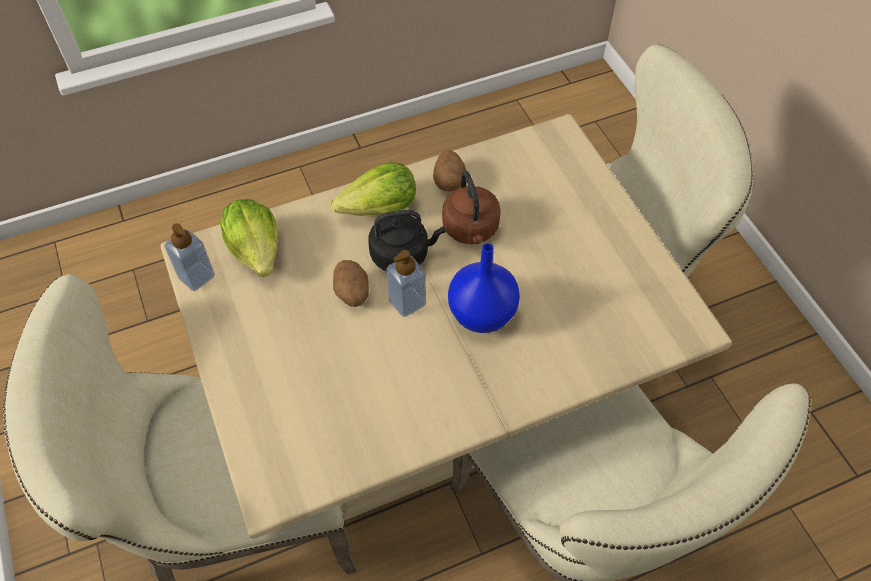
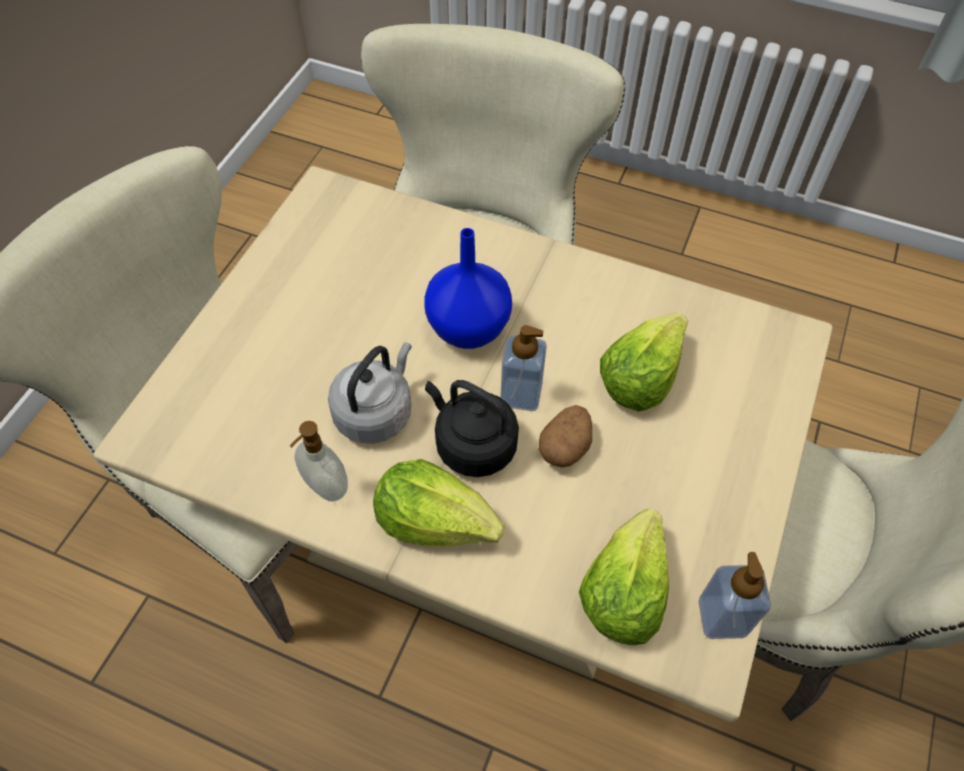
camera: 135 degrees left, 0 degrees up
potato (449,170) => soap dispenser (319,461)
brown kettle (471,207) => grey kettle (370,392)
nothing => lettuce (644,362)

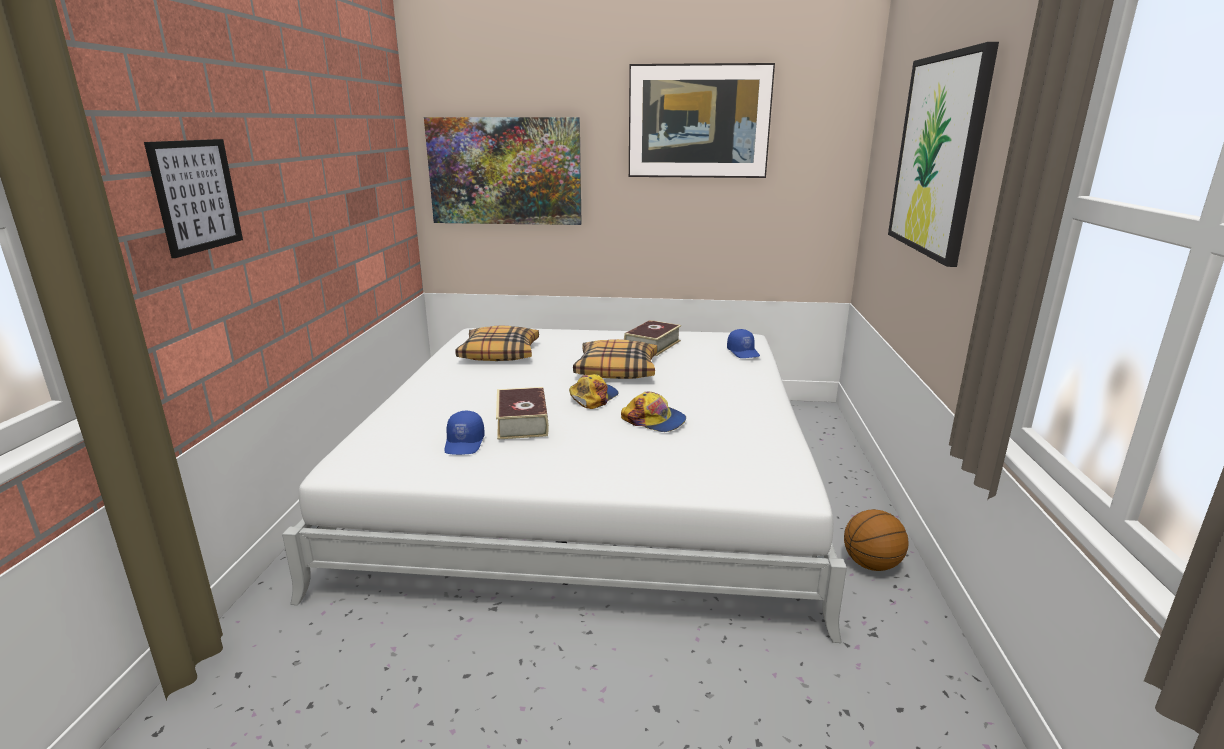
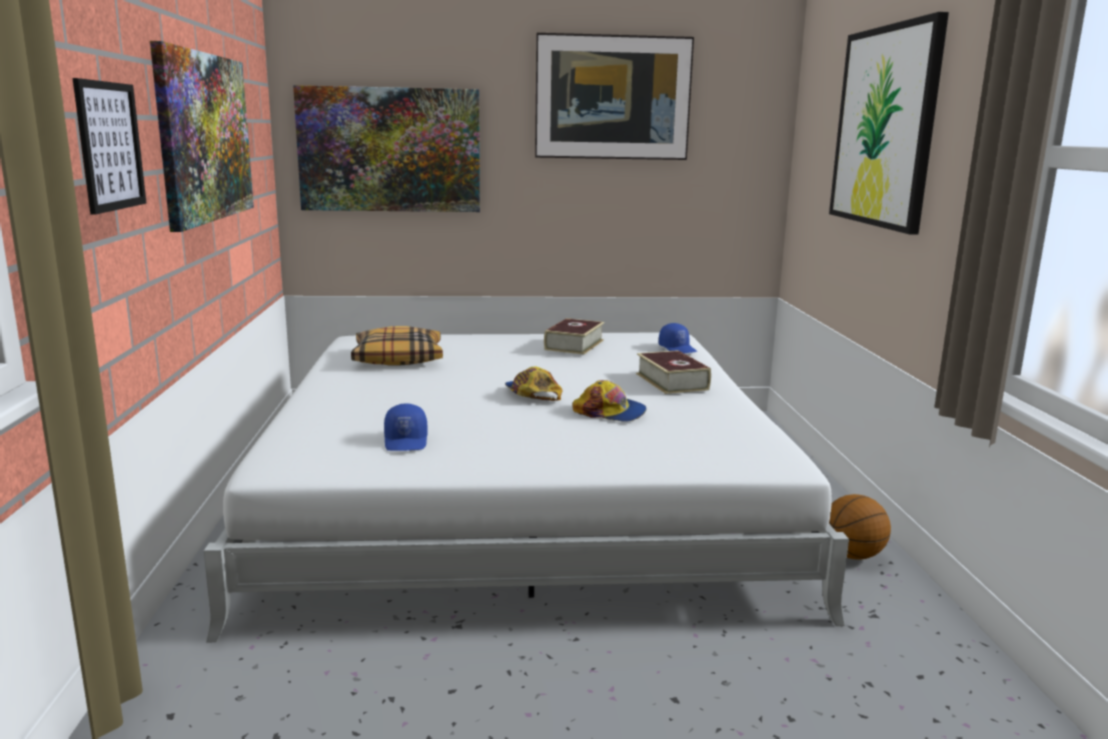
camera: 10 degrees left, 5 degrees down
nothing => picture (202,136)
cap (594,391) => cap (533,383), 45 degrees counterclockwise
book (522,413) => book (673,372), move
pillow (615,359) => nothing

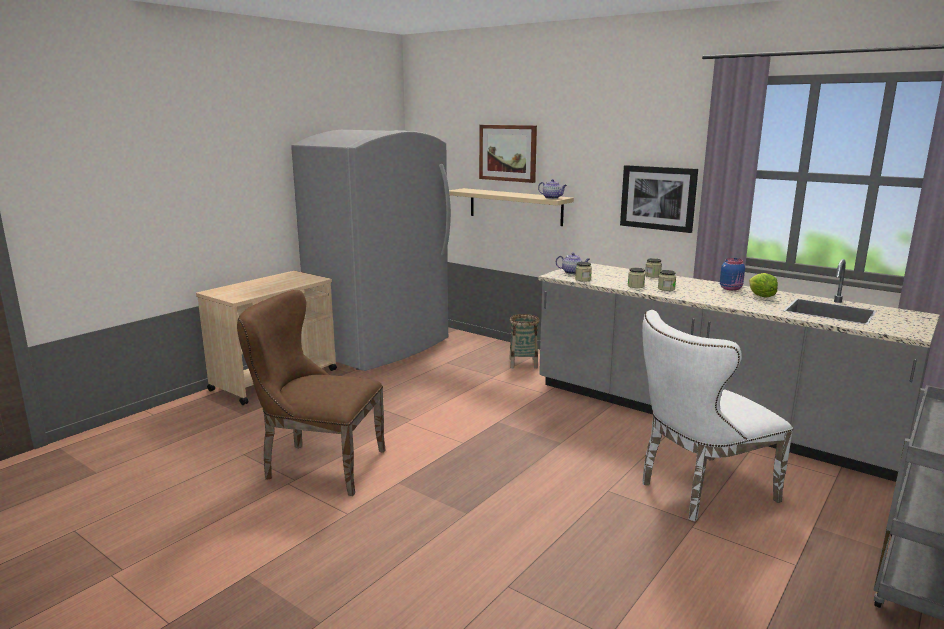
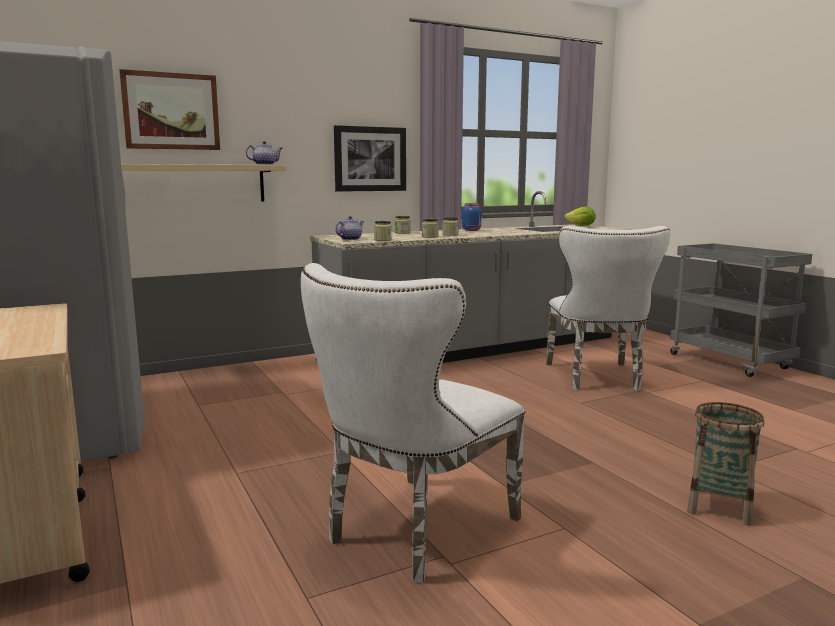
camera: 65 degrees left, 5 degrees down
brown chair (311,393) => white chair (413,423)
lettuce (763,285) => lettuce (580,216), move
basket (524,341) => basket (726,464), move

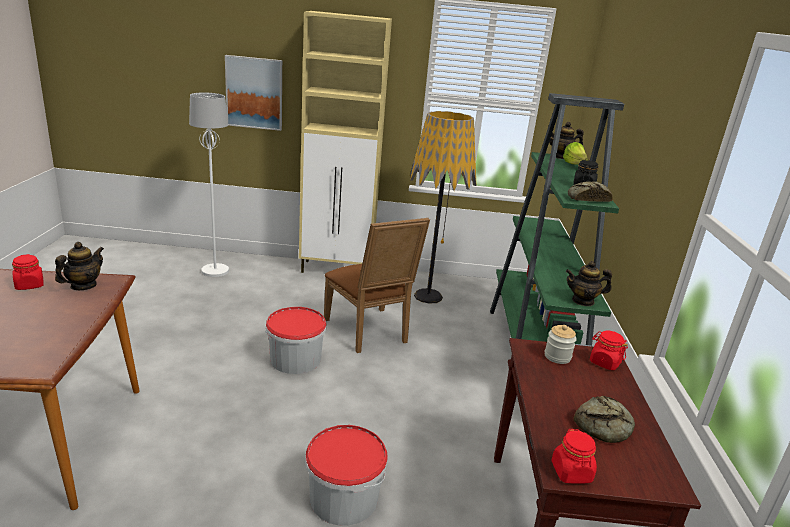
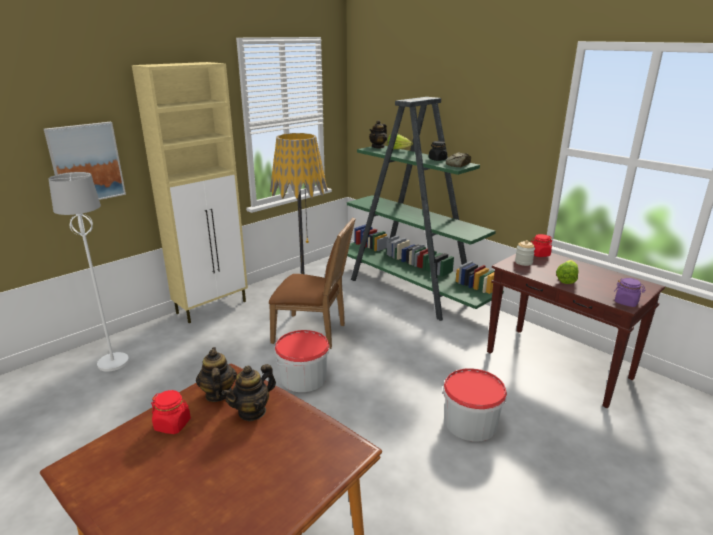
camera: 45 degrees left, 0 degrees up
teapot (589,283) => teapot (249,392), move
nothing => lettuce (567,272)
red jar (574,456) => purple jar (629,292)
bread (604,419) => nothing

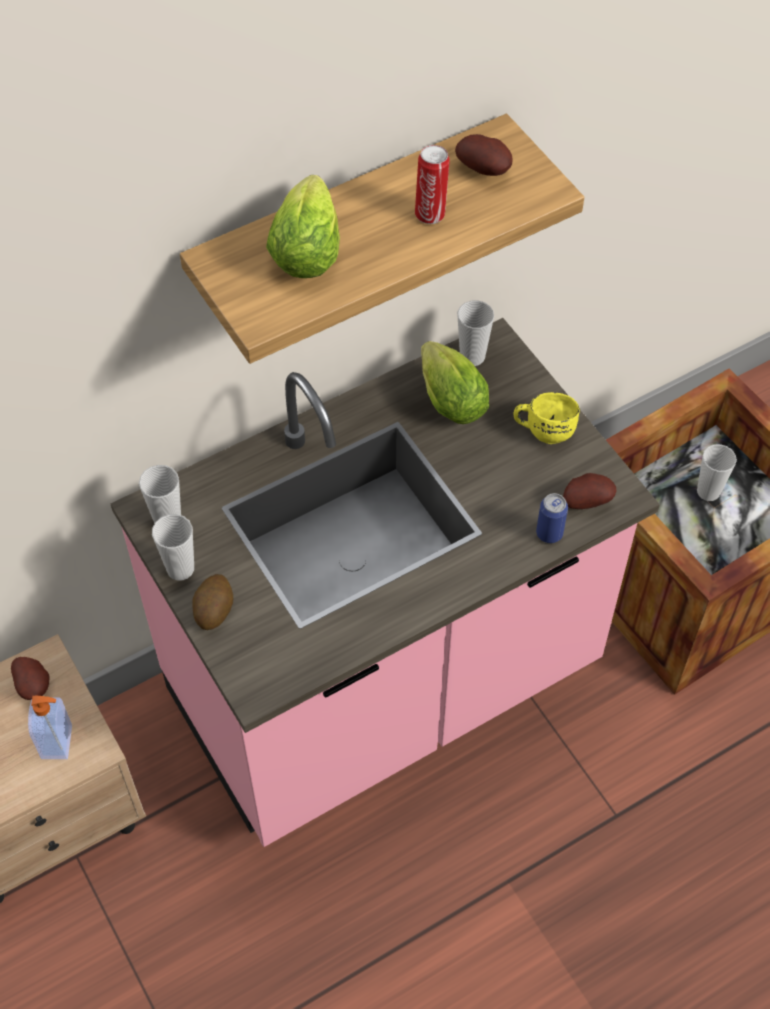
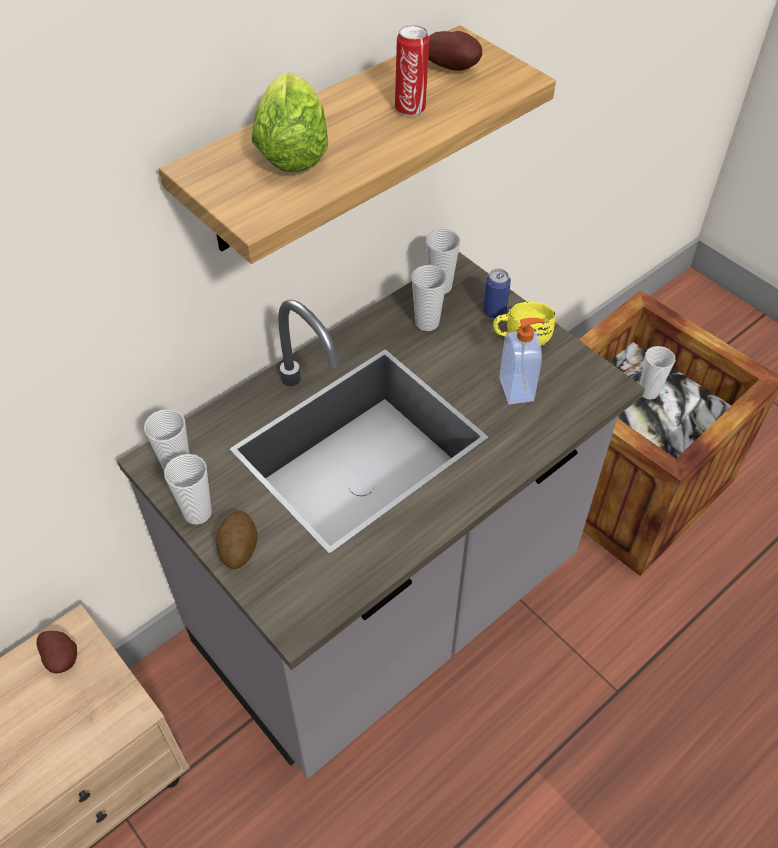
camera: 10 degrees left, 5 degrees down
pink counter (385,582) => grey counter (381,515)
lettuce (455,382) => cup (429,298)
can (552,518) => can (497,294), move
soap dispenser (50,727) => soap dispenser (522,361), move
potato (589,491) => nothing

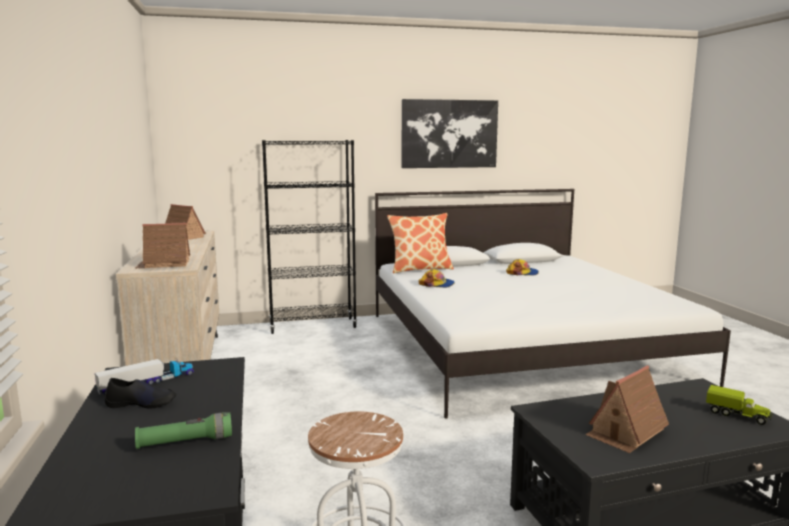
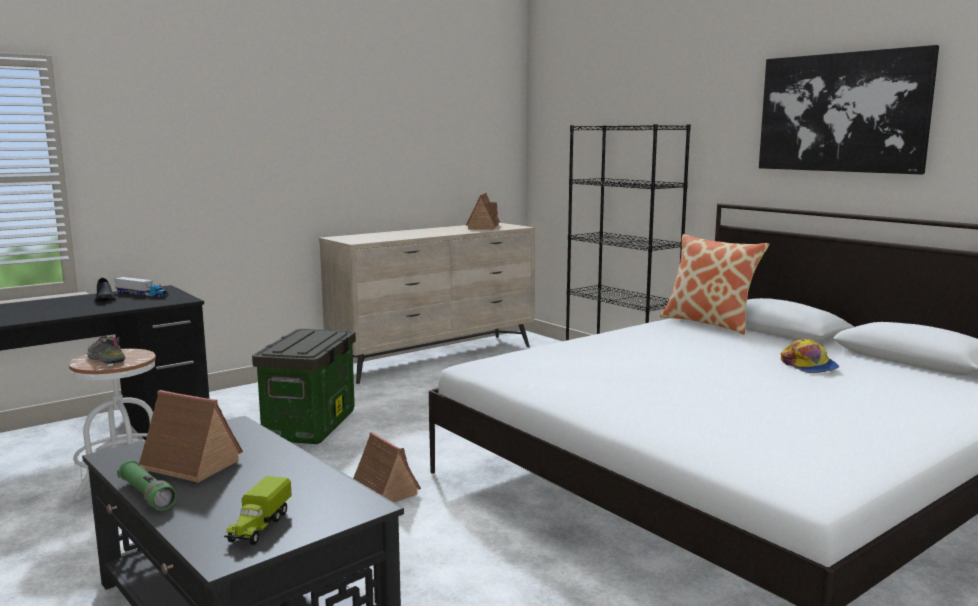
camera: 65 degrees right, 0 degrees up
nothing => shoe (106,350)
green flashlight (183,430) => green flashlight (147,485), move
nothing => storage box (304,386)
toy house (163,246) => toy house (387,467), move
cap (437,278) => nothing

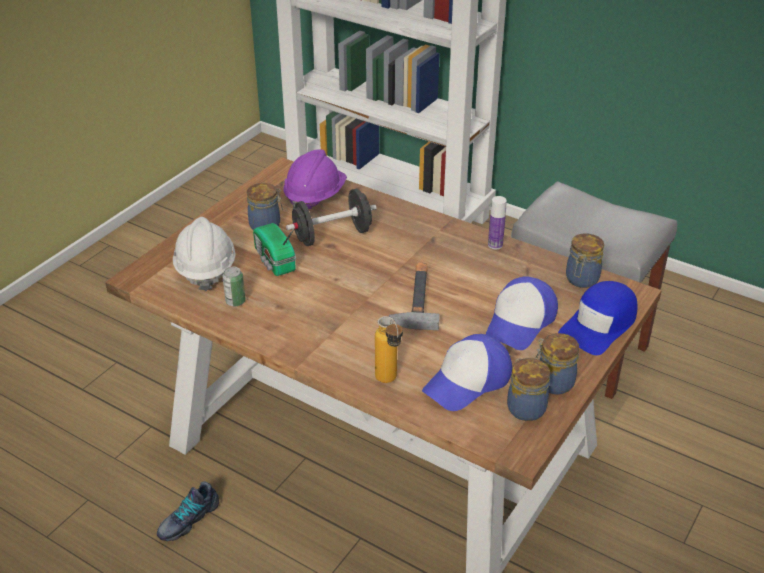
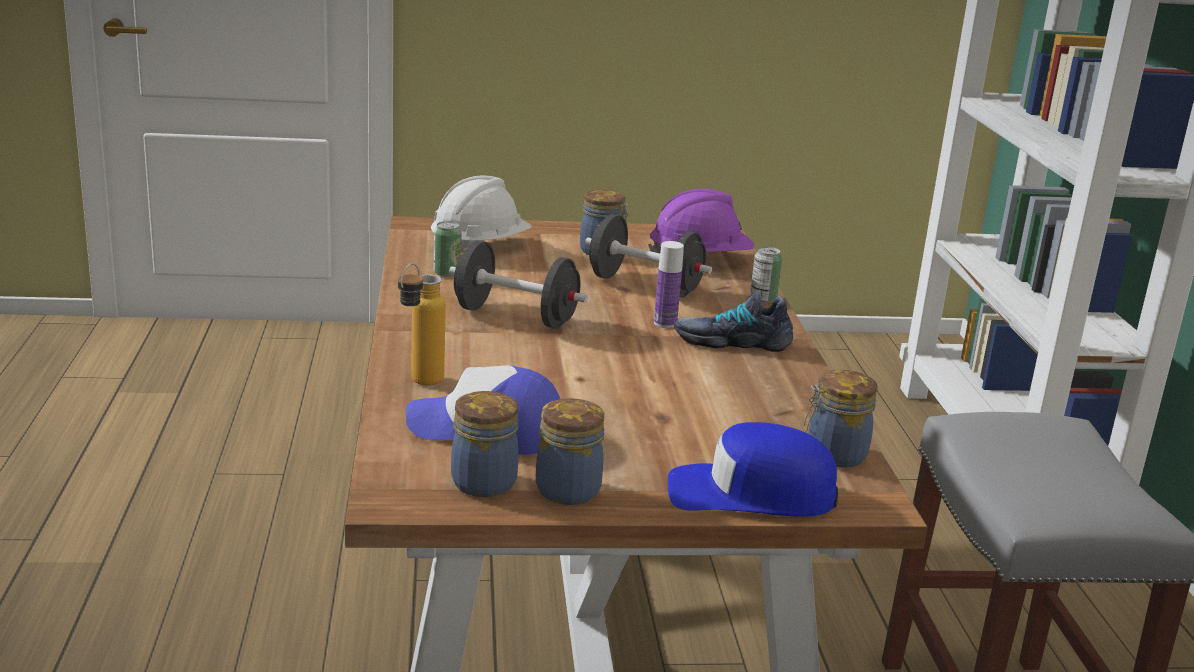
camera: 50 degrees right, 15 degrees down
nothing => black dumbbell (518,285)
bottle (497,223) => bottle (669,284), move
shoe (188,511) => shoe (733,321), move
nothing => can (766,275)
radio (274,249) => nothing
hammer (414,296) => nothing
cap (522,313) => nothing

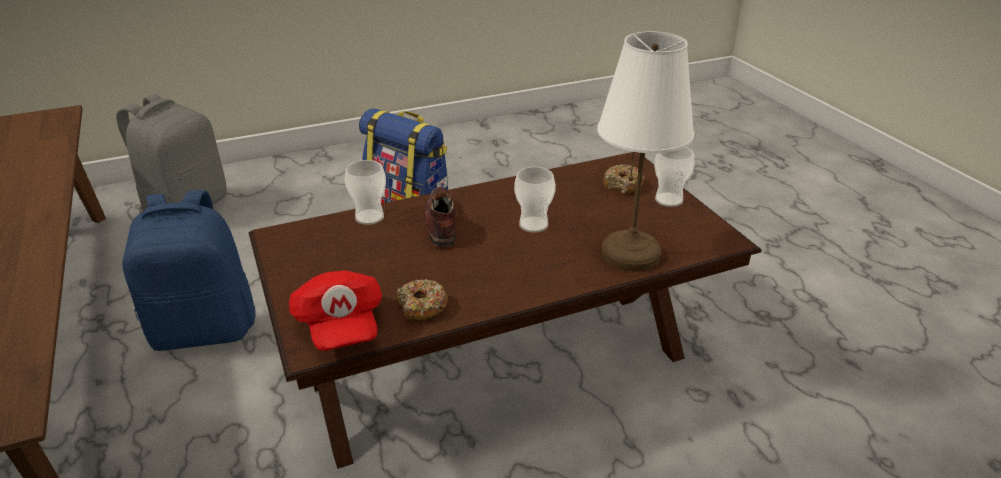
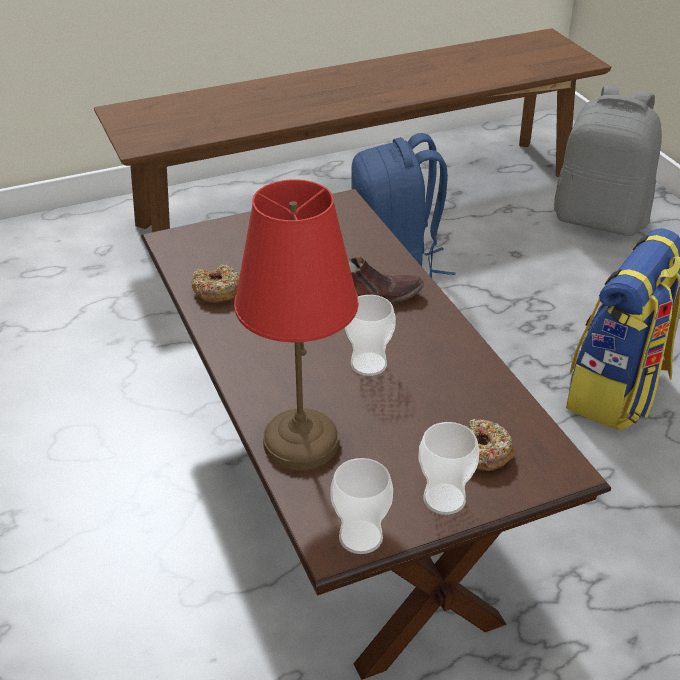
camera: 90 degrees right, 5 degrees up
white table lamp (646,151) => red table lamp (296,324)
cup (365,192) => cup (361,506), move
red cap (335,310) => nothing

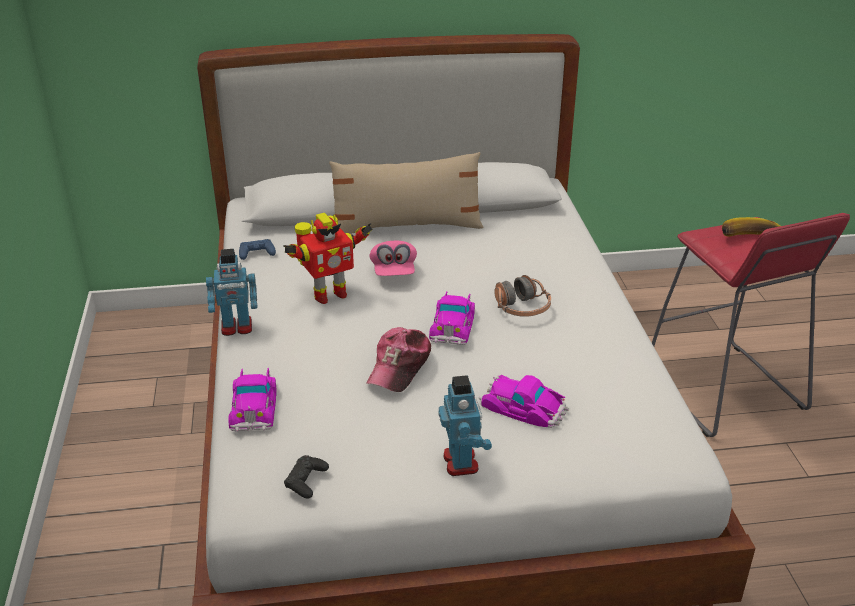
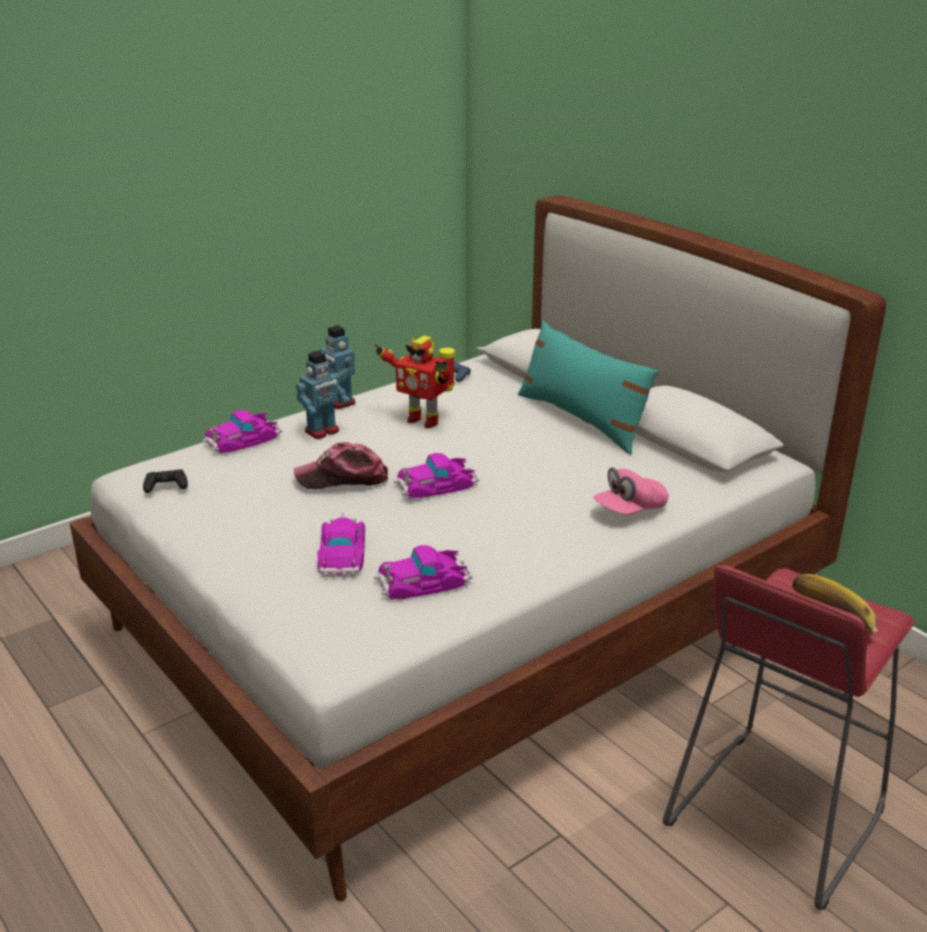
camera: 60 degrees right, 5 degrees down
toy robot (465,425) => toy robot (323,394), move
nothing => toy car (423,572)
beige pillow (406,193) => turquoise pillow (588,387)
pink cap (393,258) => pink cap (631,491), move
headphones (522,296) => nothing

